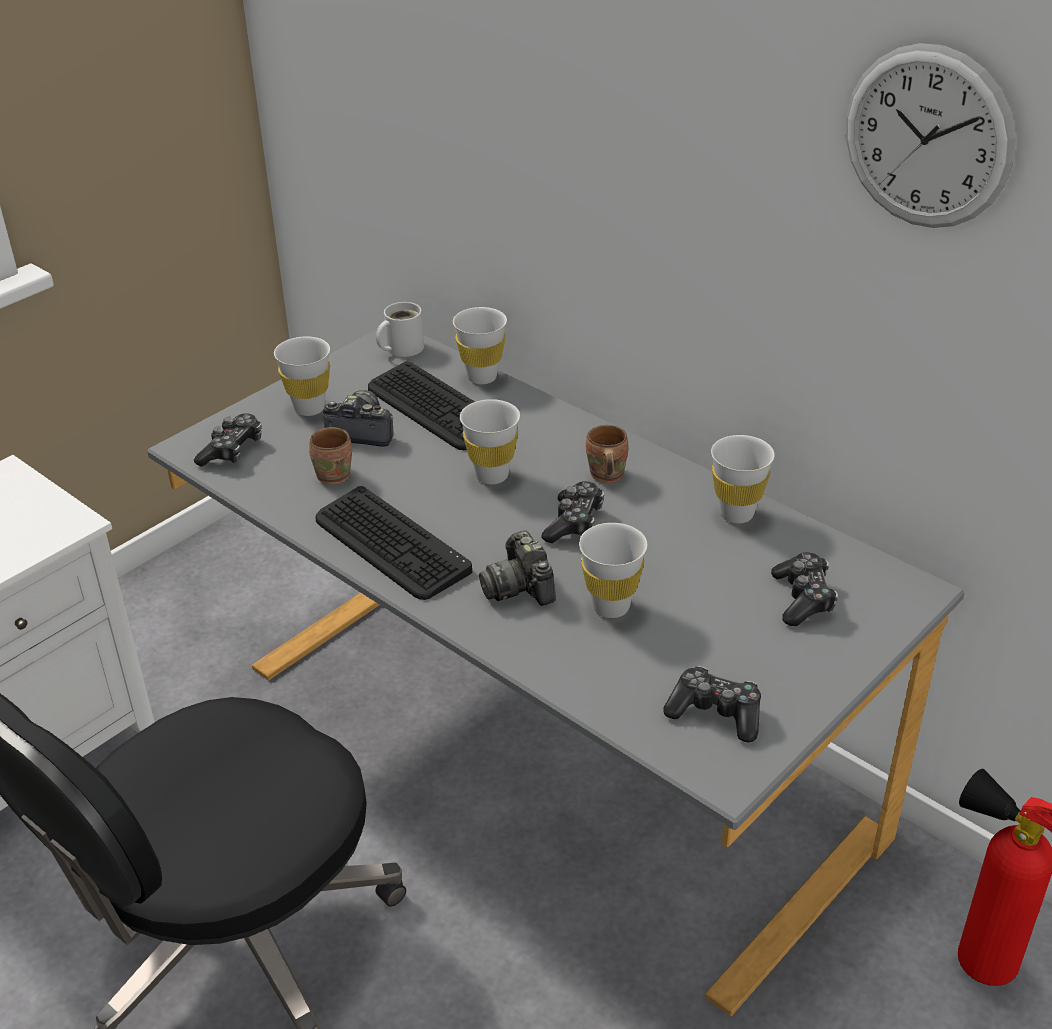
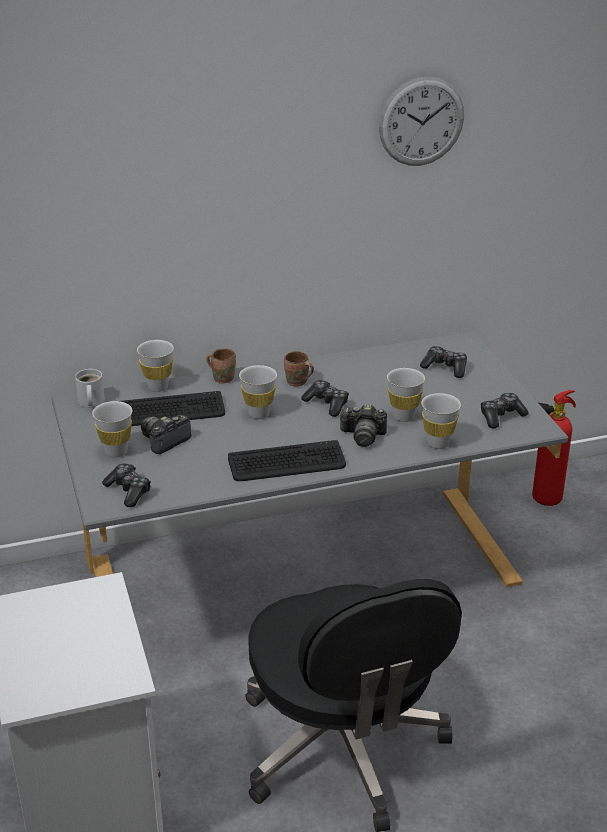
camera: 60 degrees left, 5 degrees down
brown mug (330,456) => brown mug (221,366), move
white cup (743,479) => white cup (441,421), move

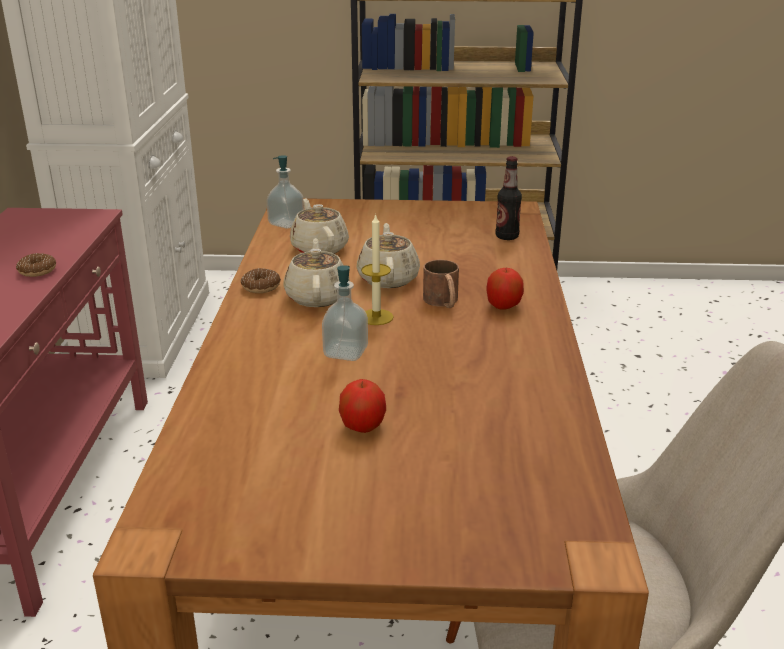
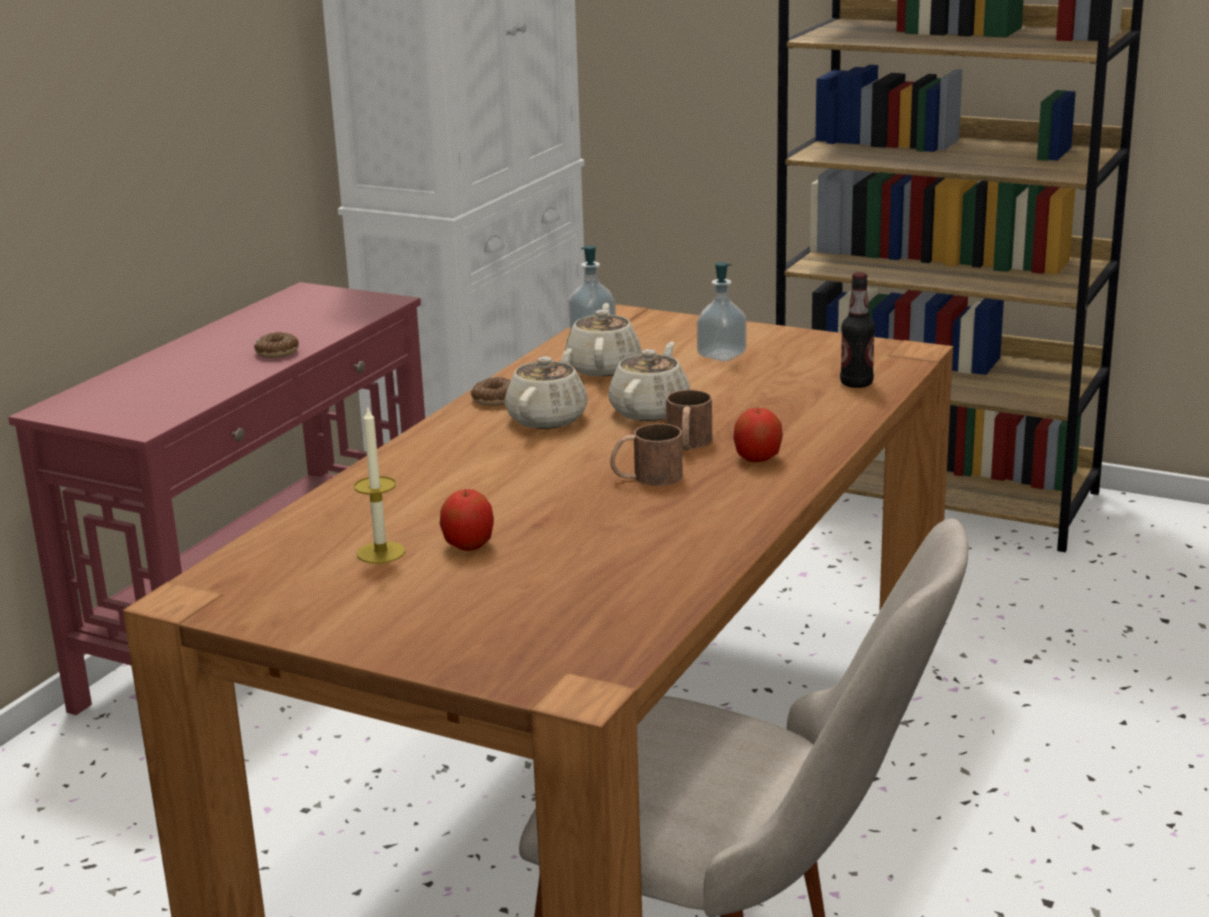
camera: 25 degrees right, 5 degrees down
candle (377,269) => candle (379,486), move
nothing => brown mug (646,454)
soap dispenser (345,313) => soap dispenser (722,311), move

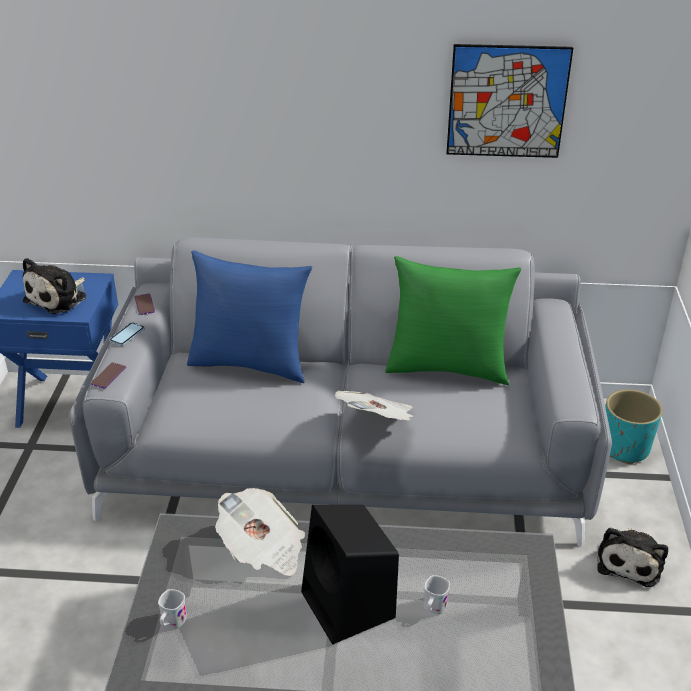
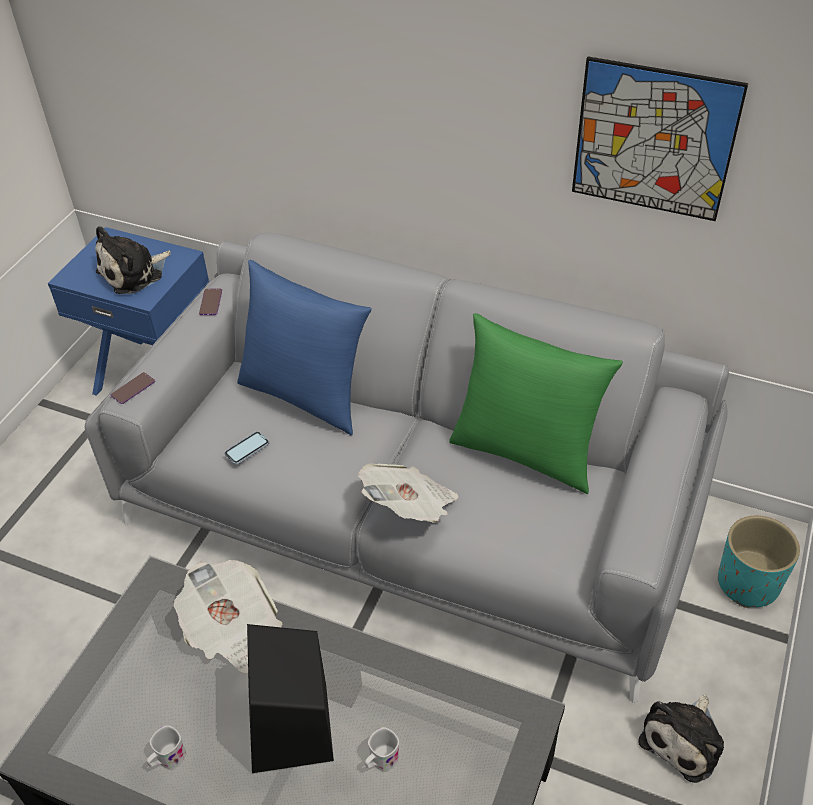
camera: 20 degrees right, 10 degrees up
white mug (172,609) => white mug (166,747), move
phone (127,334) => phone (246,448), move

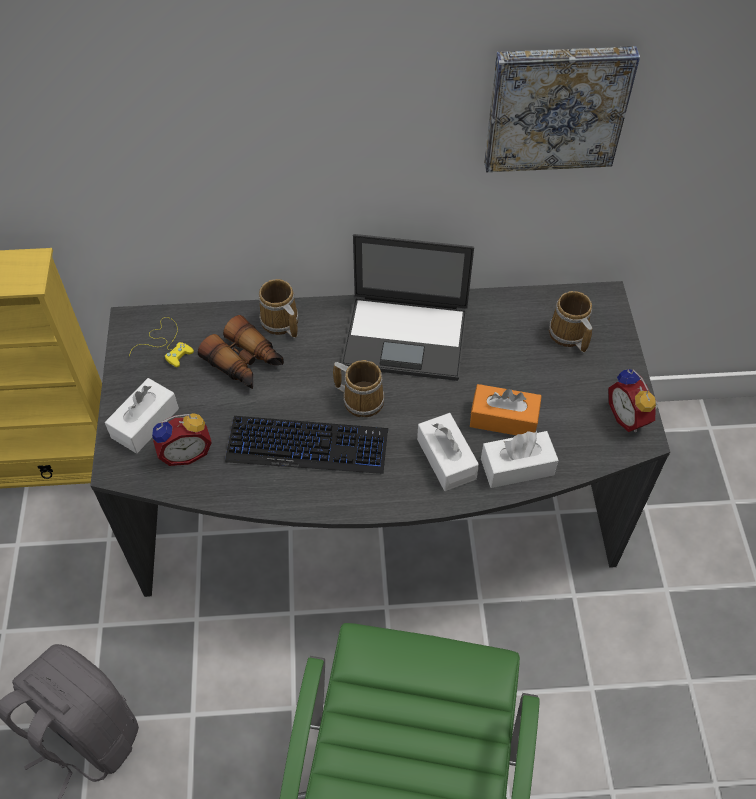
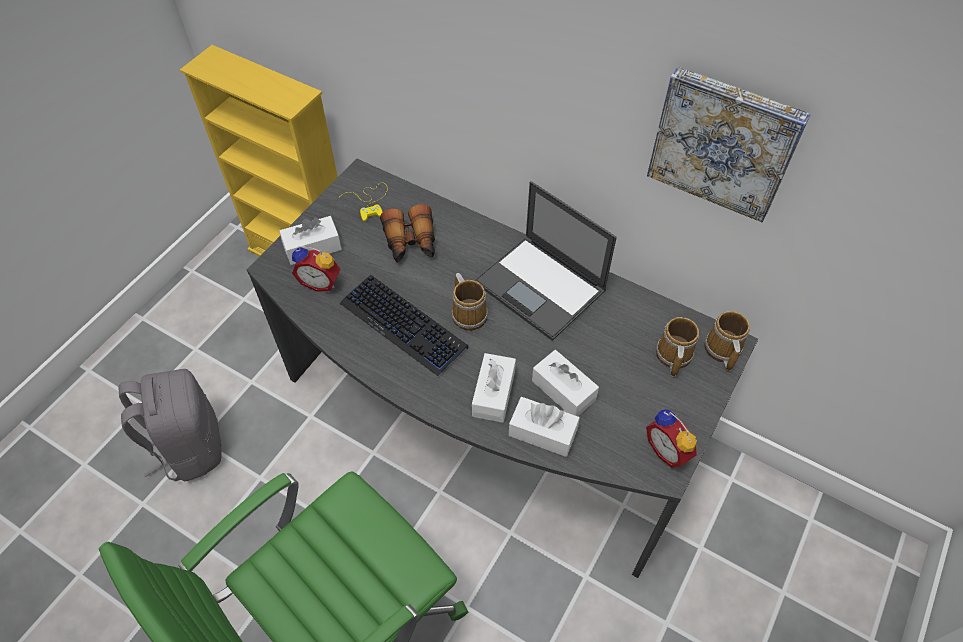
camera: 35 degrees right, 0 degrees up
orange tissue box (506,409) => white tissue box (565,383)
alarm clock (633,400) => alarm clock (671,438), 45 degrees counterclockwise
mug (278,308) => mug (727,341), move

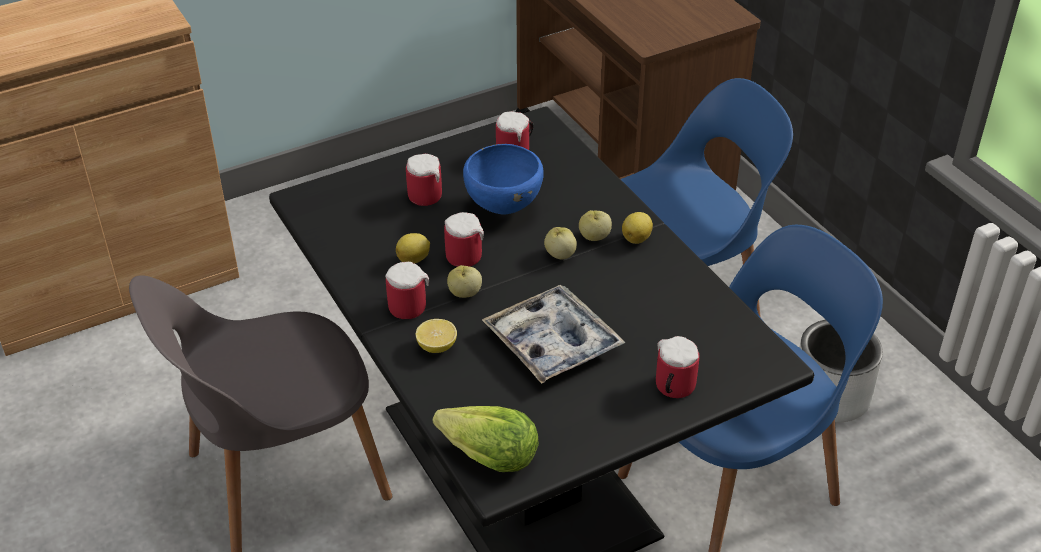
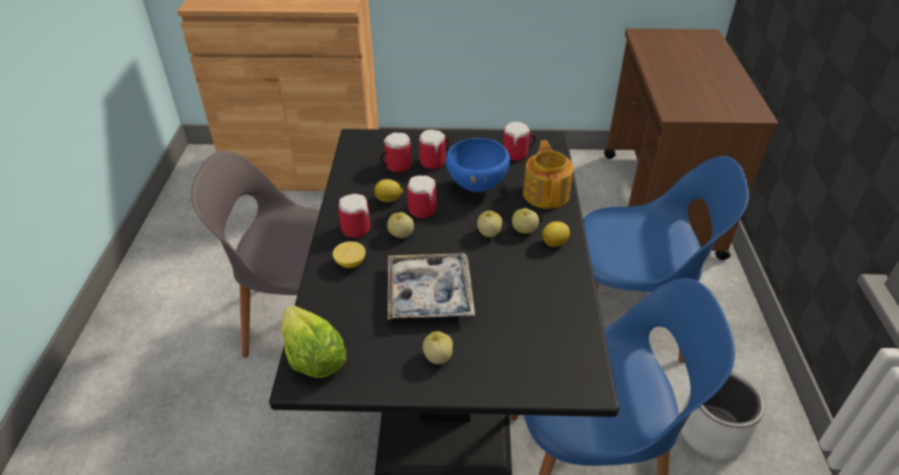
camera: 30 degrees right, 0 degrees up
mug (677,367) => mug (395,152), move
nothing => apple (438,347)
nothing => teapot (548,174)

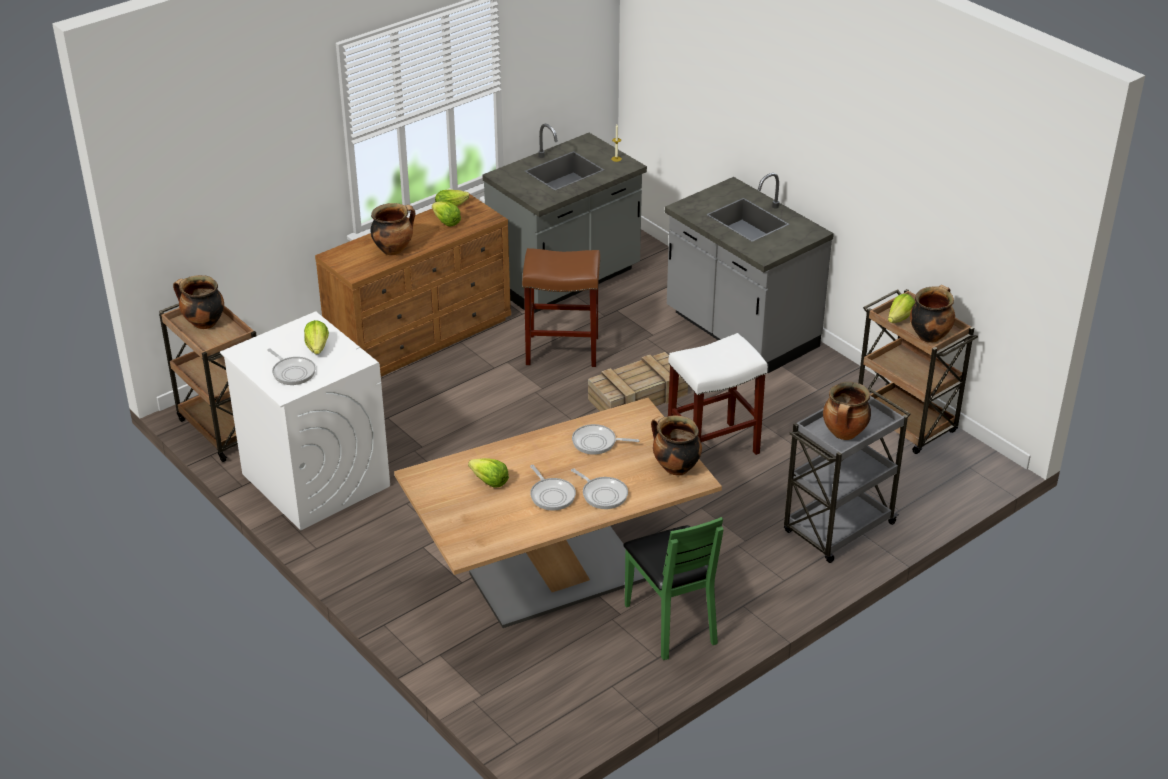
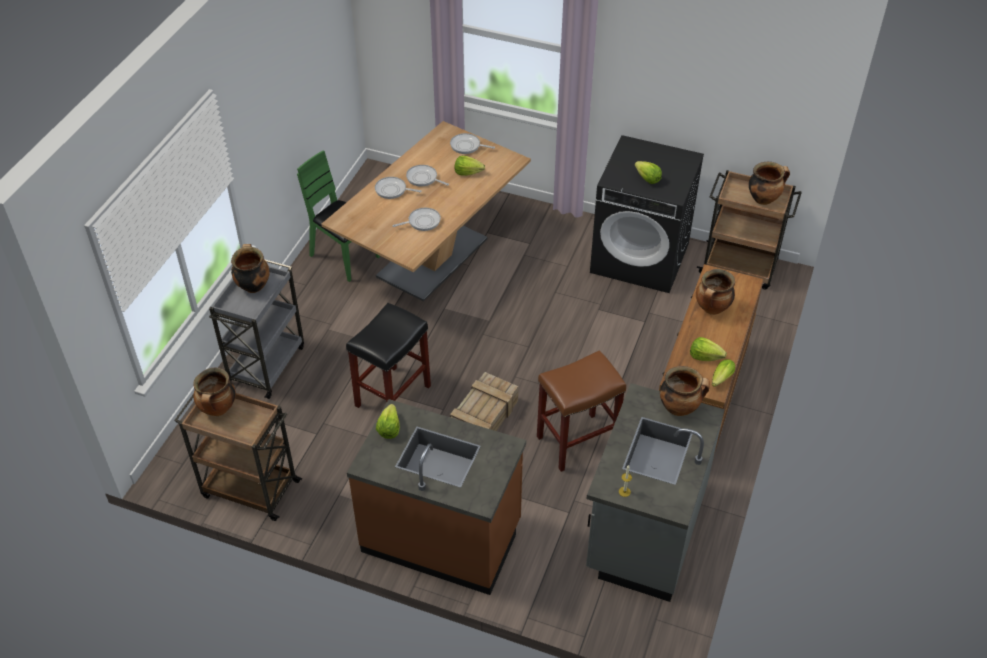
camera: 150 degrees right, 10 degrees up
white stool (718,396) => black stool (388,355)
grey counter (749,273) => brown counter (436,497)
lettuce (901,308) => lettuce (388,421), move
frying pan (291,366) => frying pan (472,143), move
white washing machine (305,421) => black washing machine (647,214)
cooking pot (676,445) => cooking pot (685,391), move

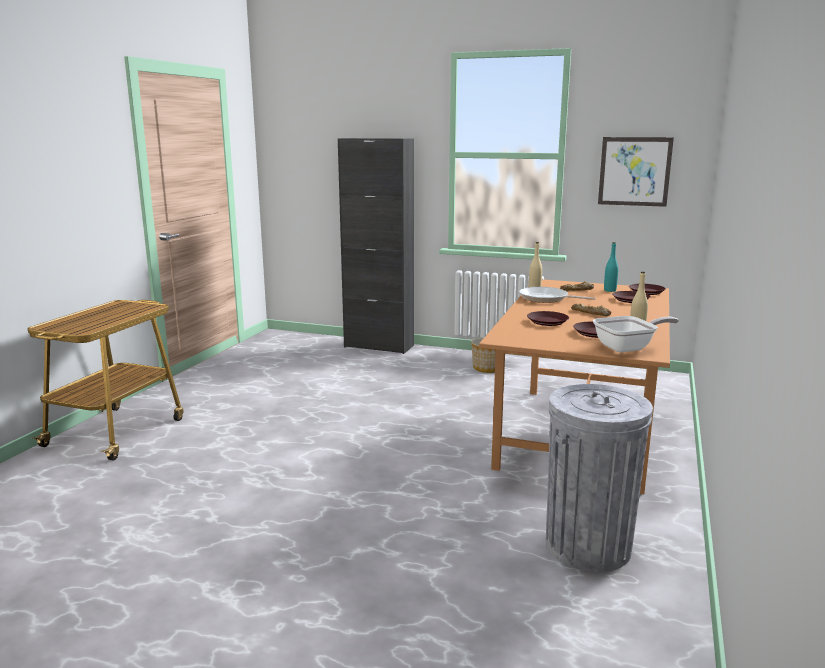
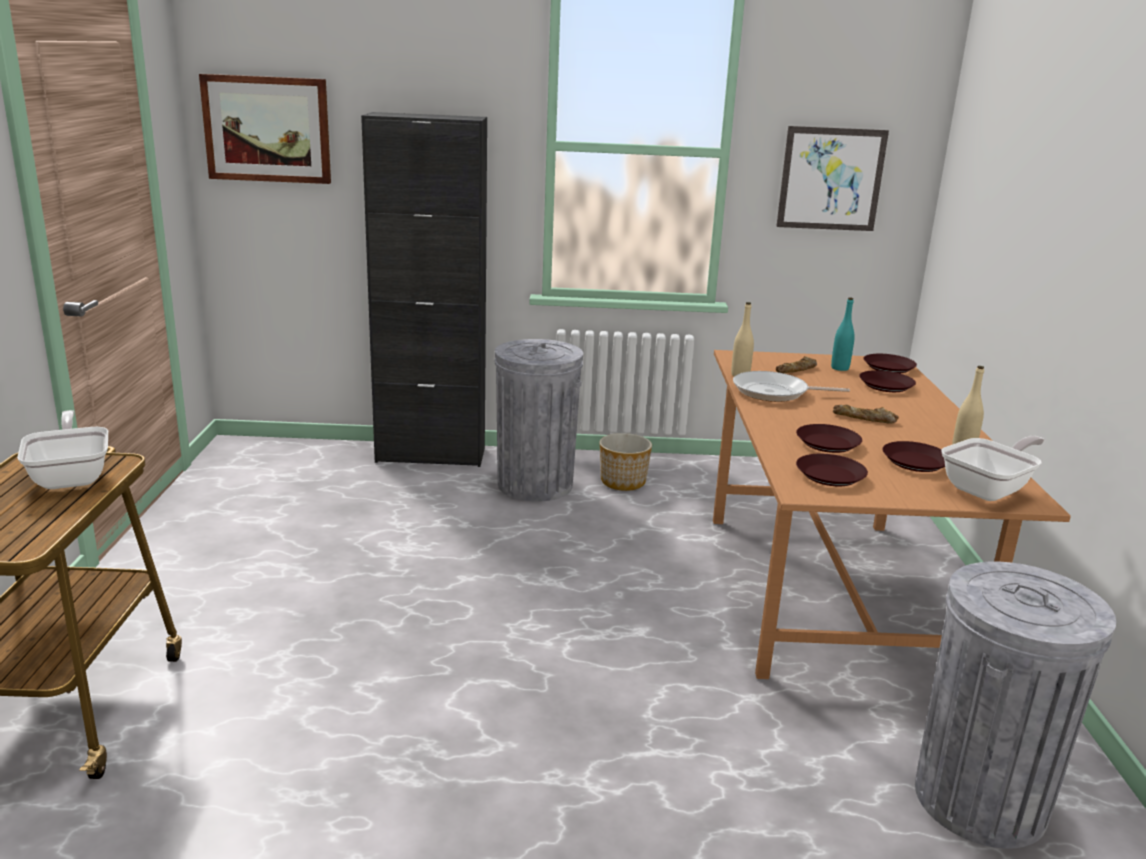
camera: 20 degrees left, 5 degrees up
nothing => frying pan (62,449)
nothing => picture (265,129)
nothing => grey trash can (539,420)
nothing => brown plate (832,470)

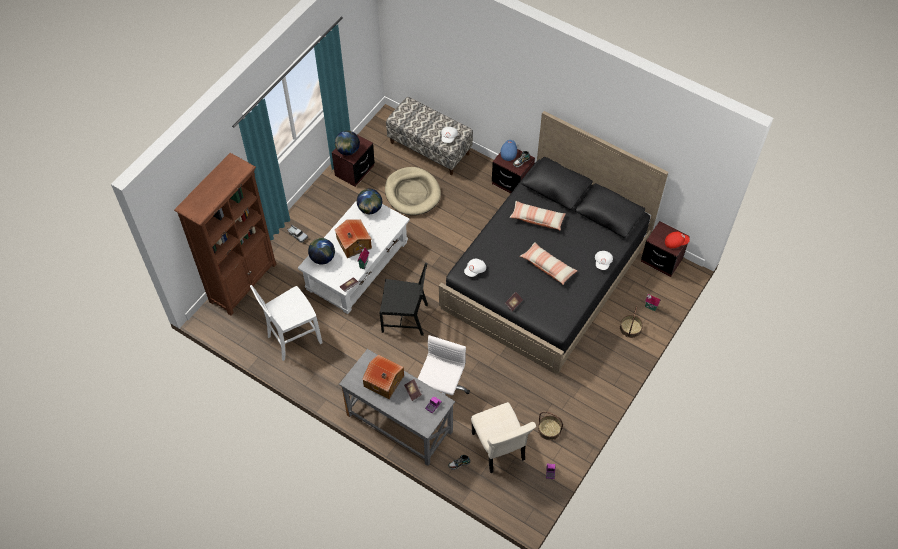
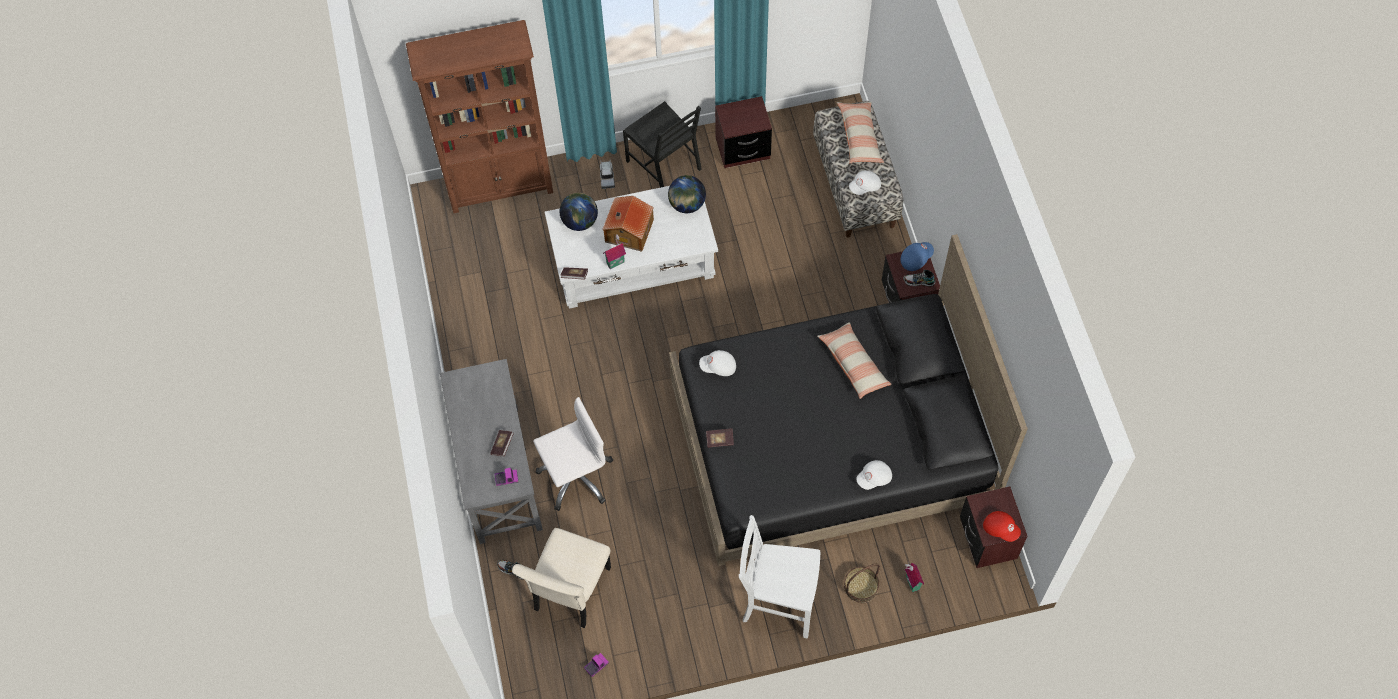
camera: 45 degrees right, 5 degrees up
black chair (404,299) => black chair (662,144), move
white chair (286,323) => white chair (779,576), move
pillow (548,263) => pillow (860,132), move
globe (347,142) => nothing
toy house (383,377) => nothing
beige dog bed (413,191) => nothing
basket (550,425) => nothing

